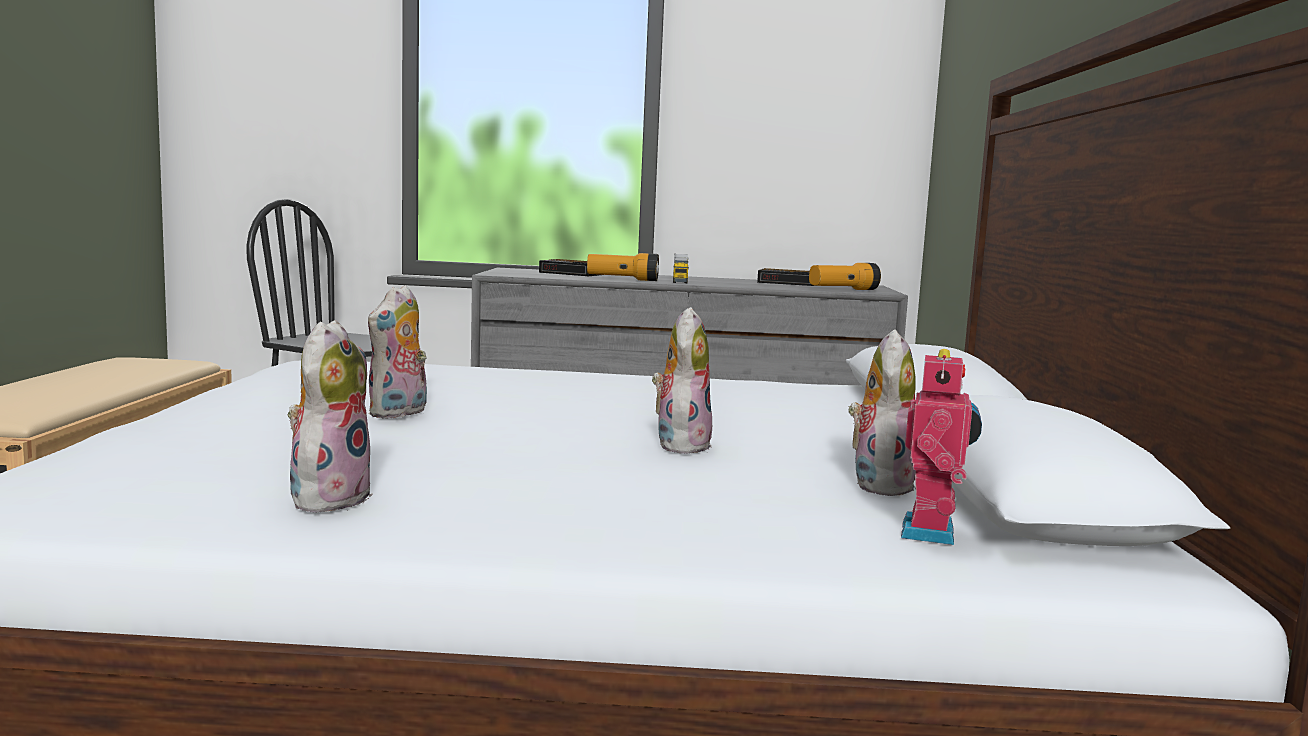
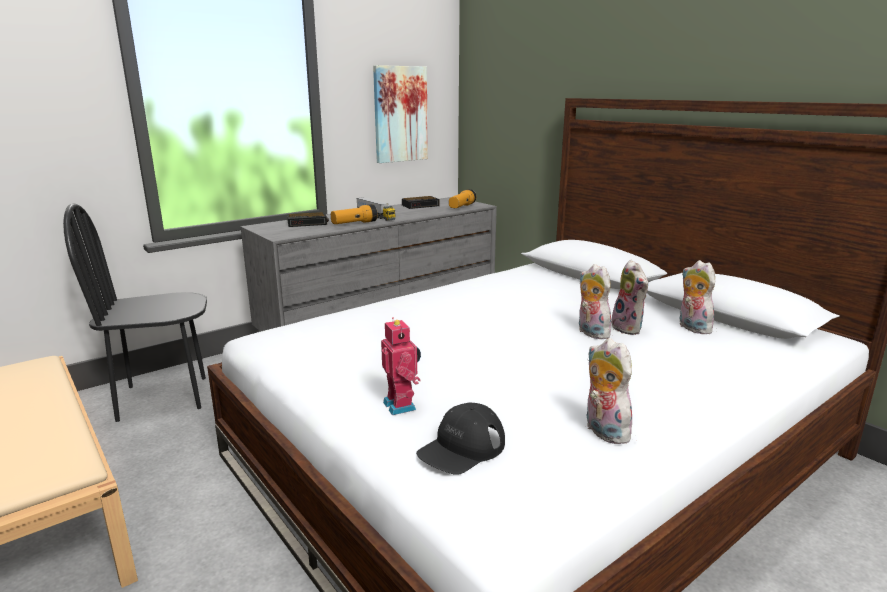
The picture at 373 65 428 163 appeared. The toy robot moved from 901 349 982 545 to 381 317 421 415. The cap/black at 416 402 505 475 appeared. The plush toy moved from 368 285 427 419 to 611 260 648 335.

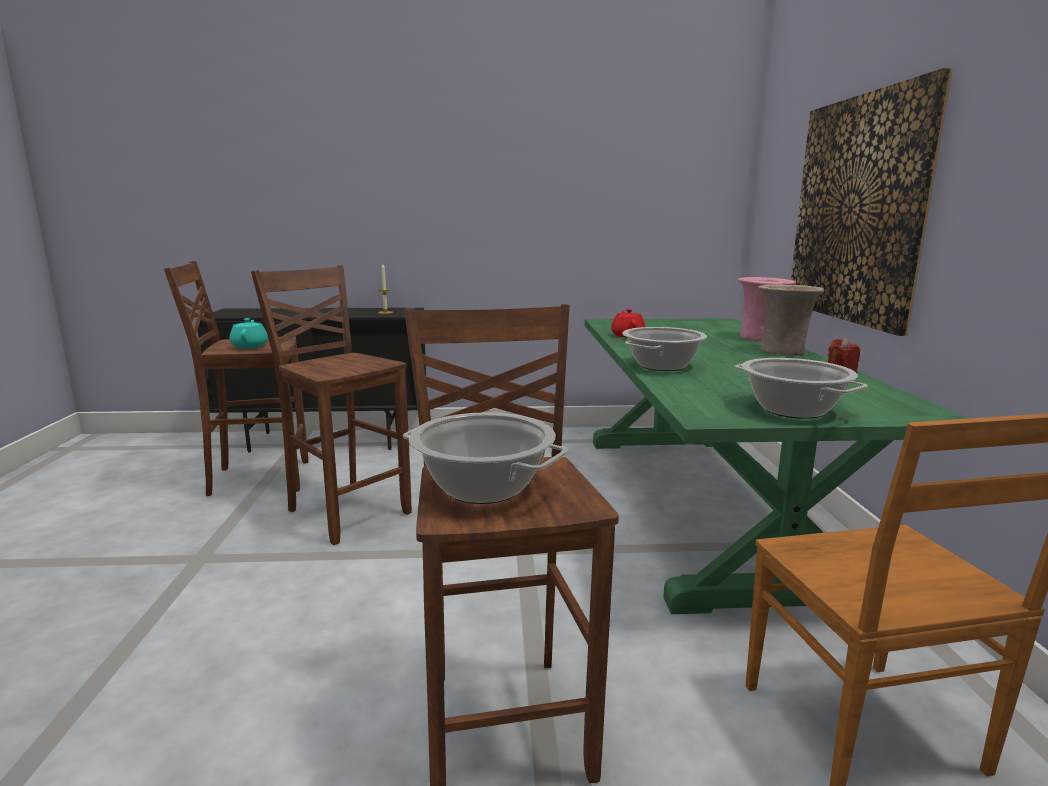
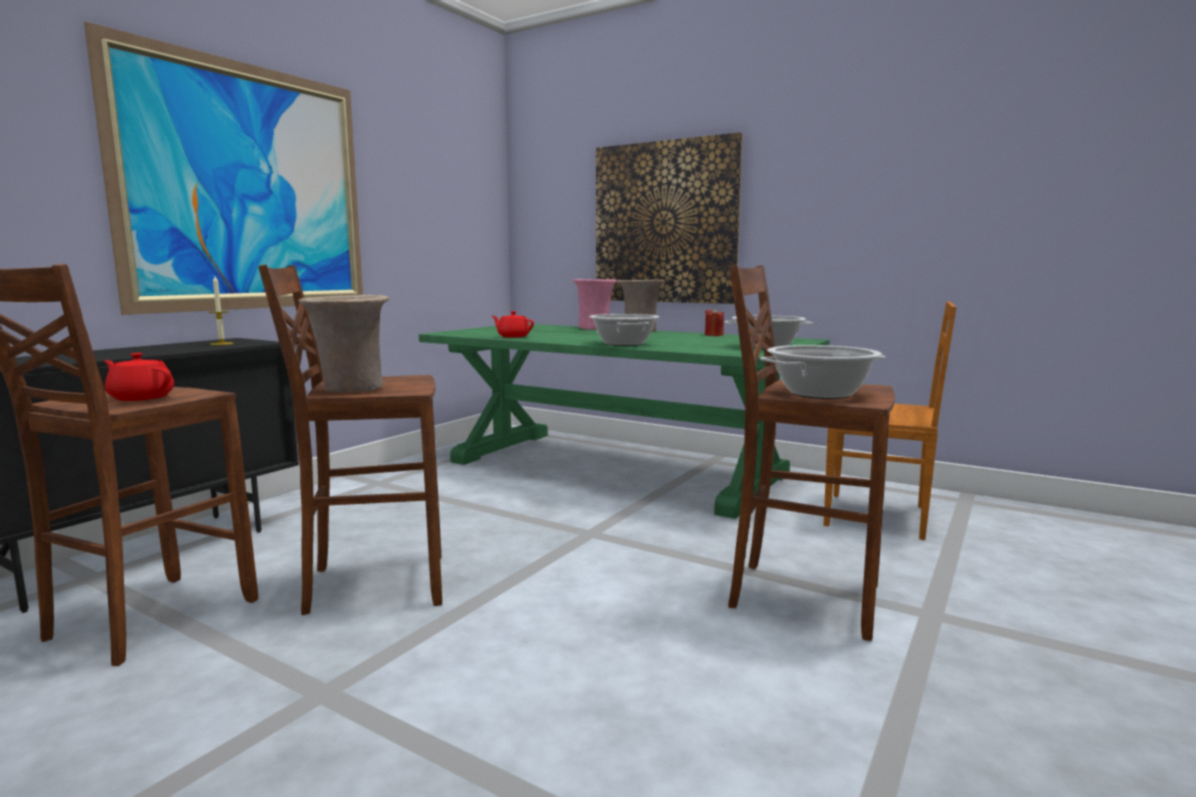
The picture at 84 21 363 315 appeared. The teapot/turquoise at 229 318 268 348 became the teapot/red at 103 353 174 401. The vase/beige at 298 294 390 393 appeared.

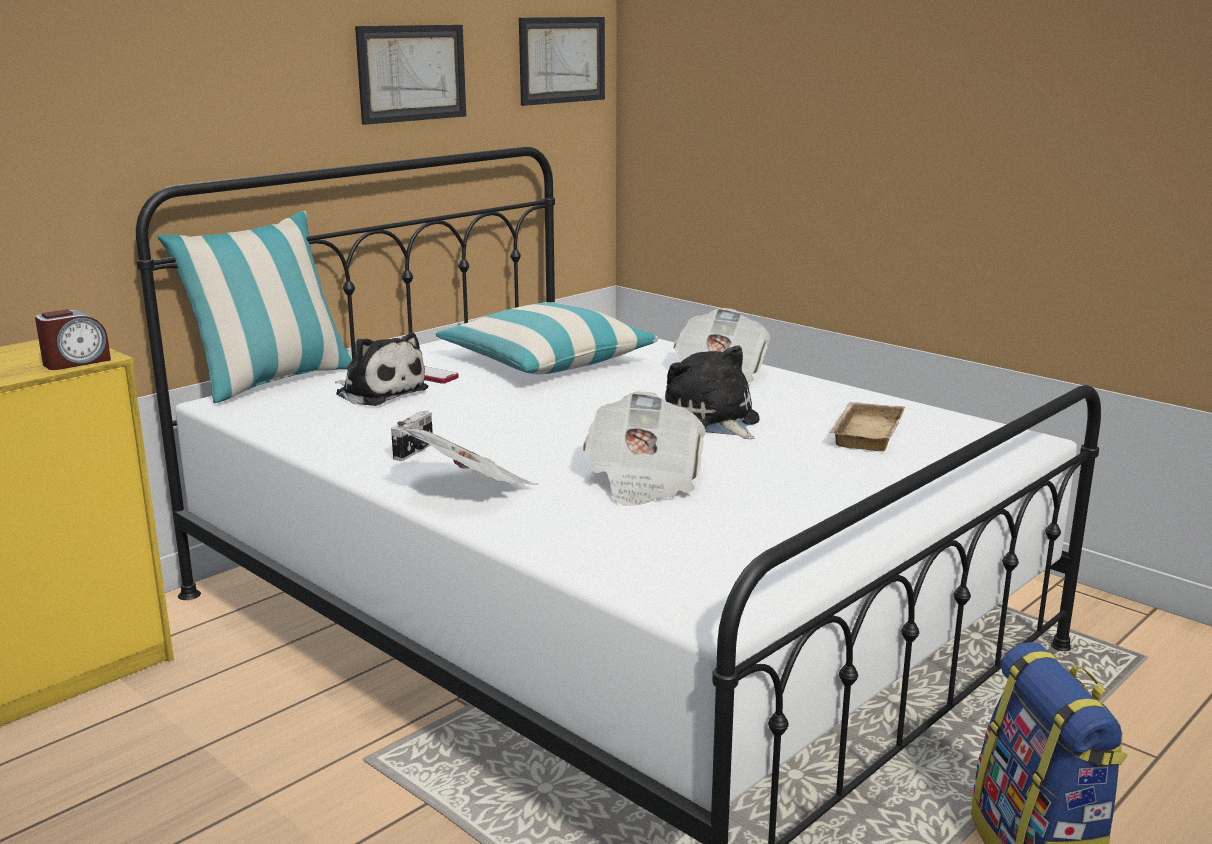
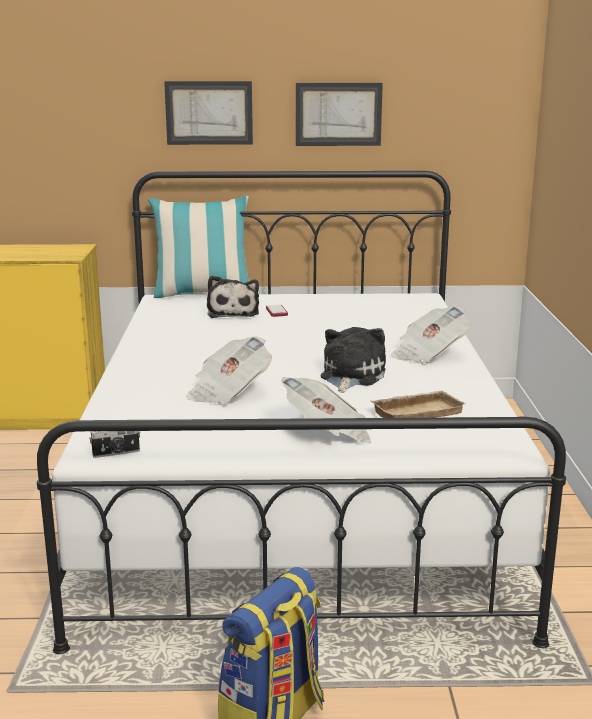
The photo camera moved from 391 411 433 461 to 89 431 141 458. The picture moved from 519 17 605 106 to 164 81 253 145. The newspaper moved from 399 429 538 485 to 281 377 371 443. The alarm clock at 35 309 111 370 disappeared. The pillow at 436 302 658 374 disappeared.

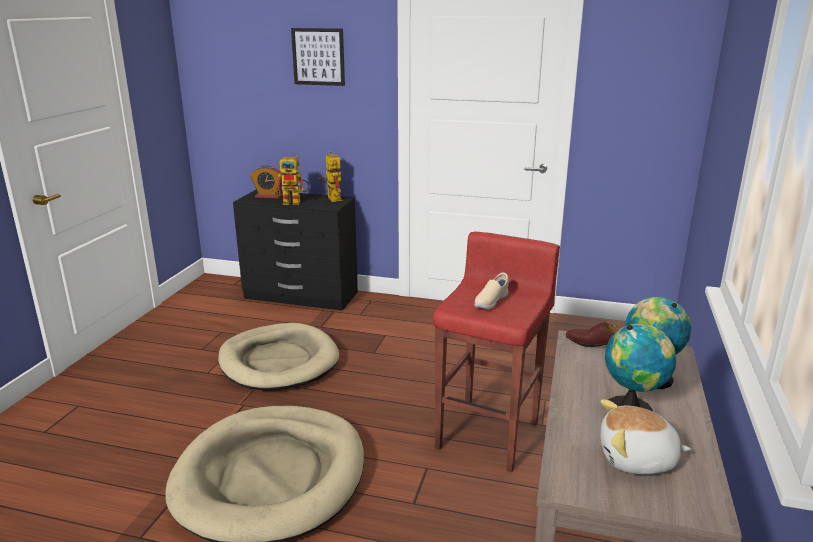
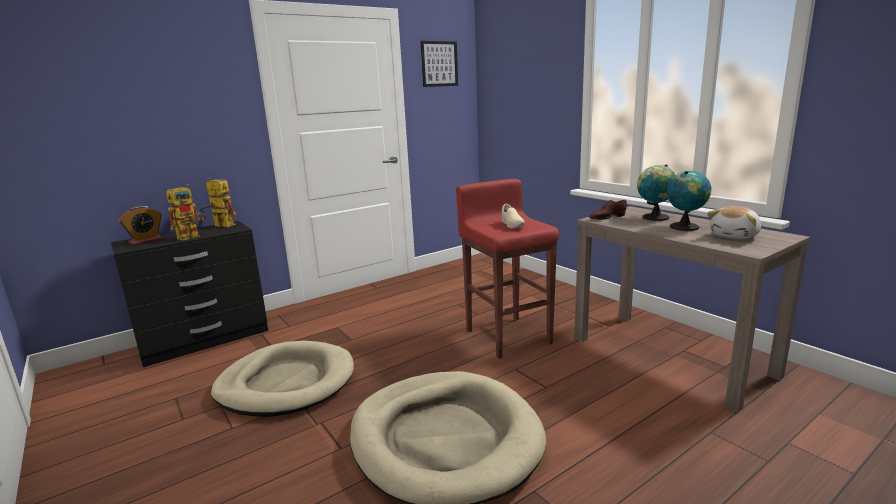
The picture moved from 291 28 345 86 to 421 41 458 87.

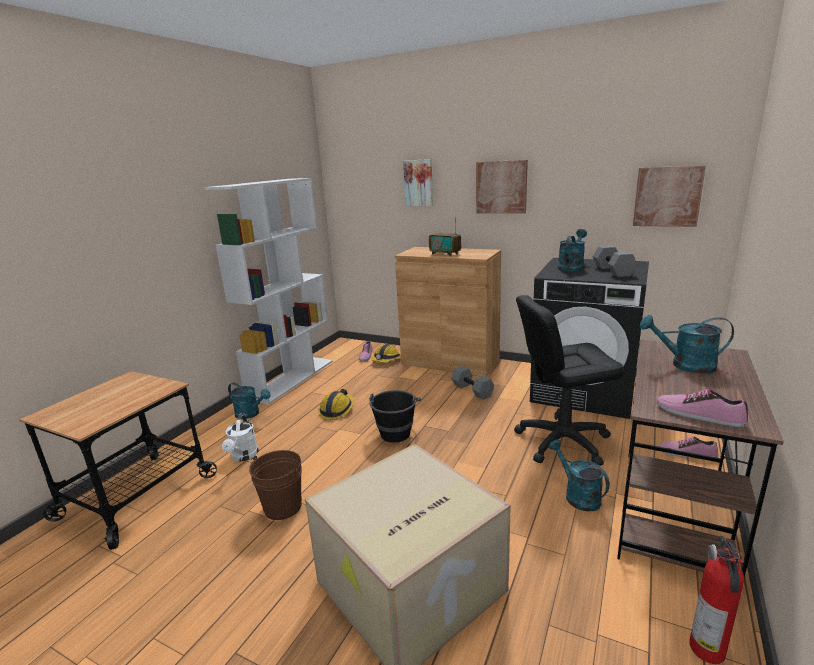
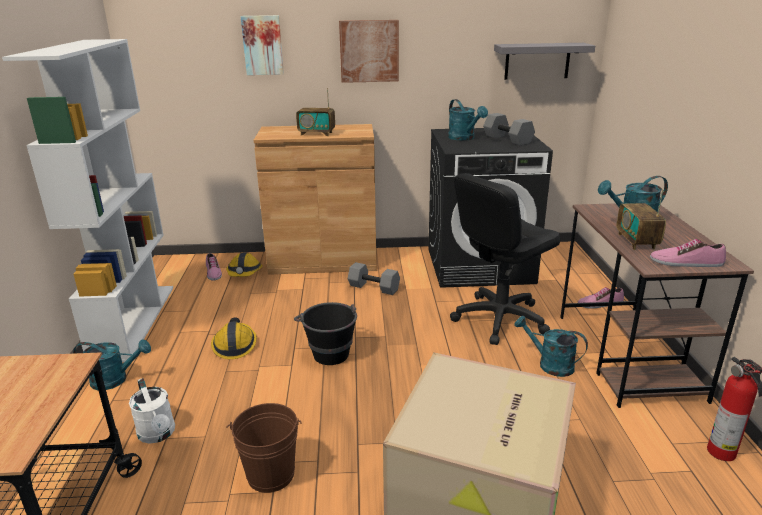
The watering can/turquoise at 558 229 587 271 turned 150 degrees clockwise. The picture at 633 165 706 227 was replaced by the shelf/grey at 494 43 595 80. The radio at 616 189 666 250 appeared.

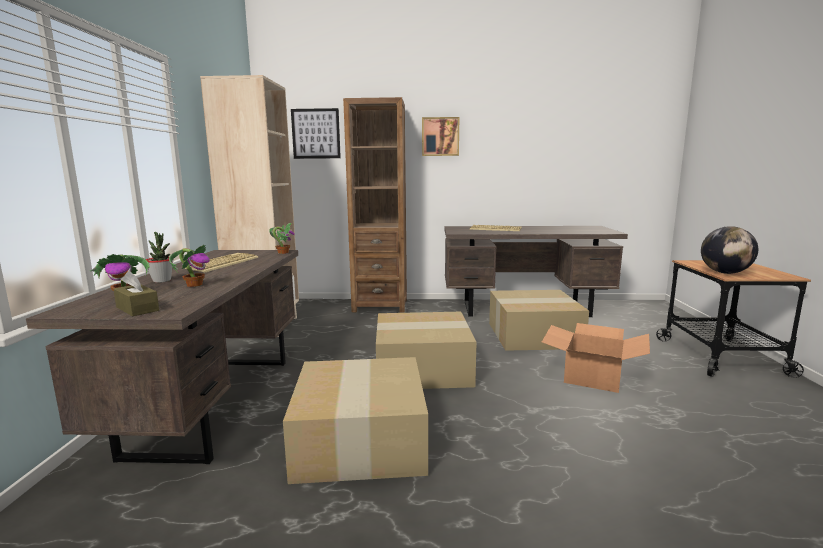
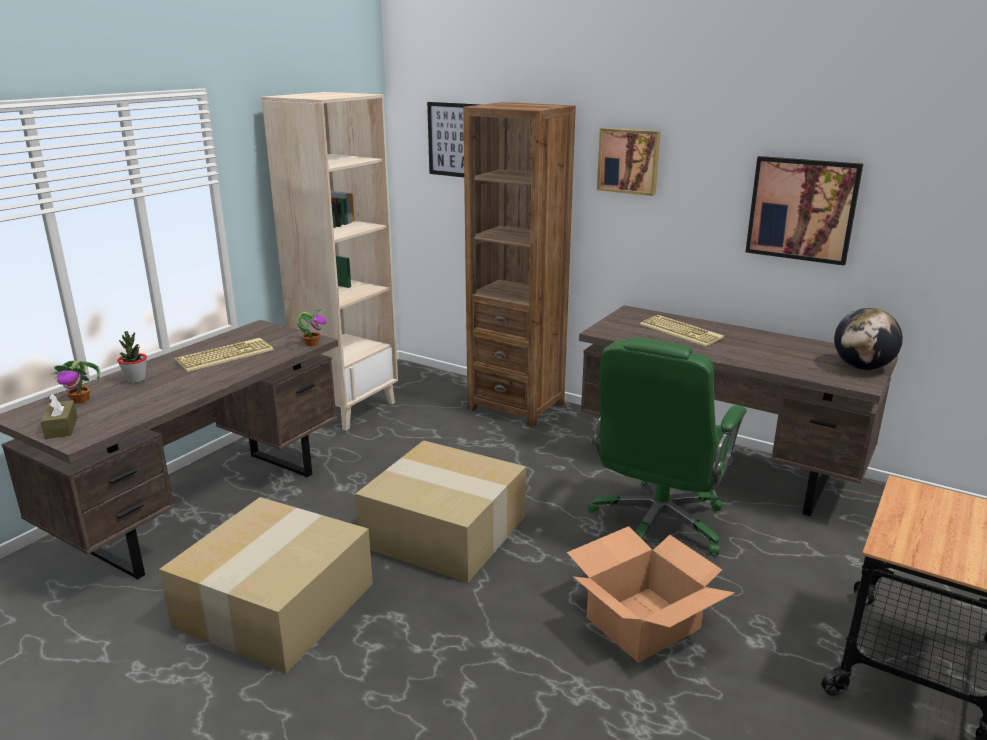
The cardboard box at 489 290 589 351 was replaced by the office chair/green at 588 337 747 555. The picture at 746 156 863 266 appeared. The globe moved from 701 226 758 274 to 834 308 903 370. The potted plant at 169 245 210 287 disappeared.

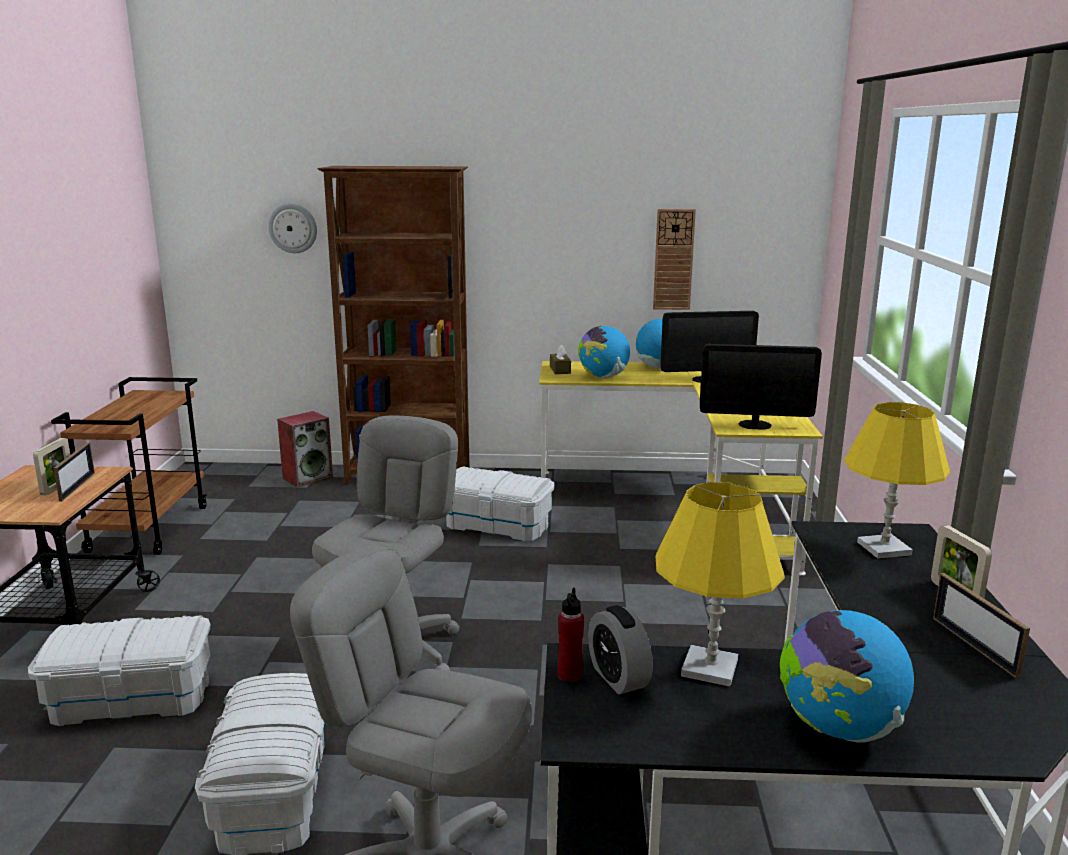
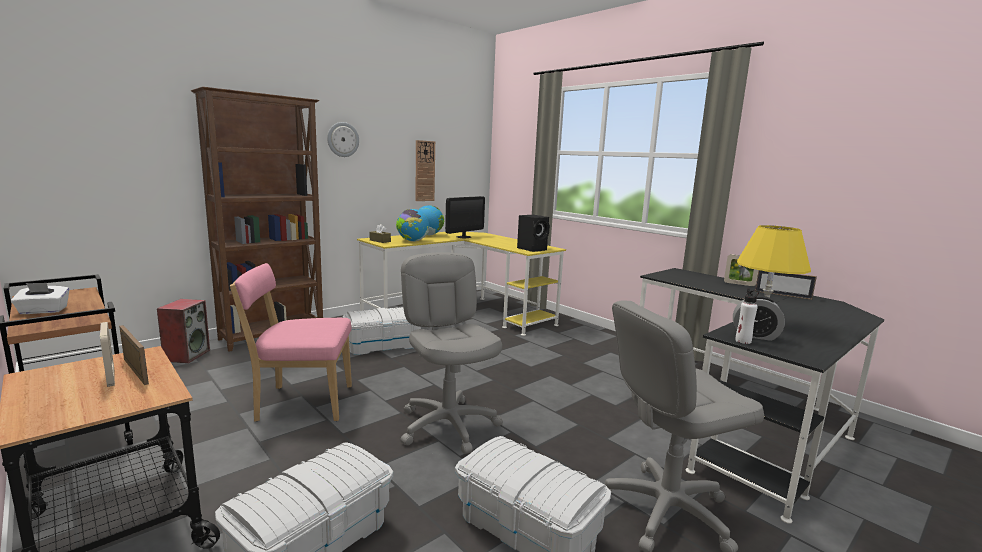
The tissue box/white at 11 283 69 314 appeared. The chair/pink at 230 263 352 421 appeared. The wall clock moved from 268 203 317 253 to 327 122 359 157. The monitor at 700 344 822 430 was replaced by the speaker/black at 517 215 550 252. The bottle/red at 558 588 584 682 became the bottle/white at 735 288 759 344. The globe at 780 610 914 743 disappeared. The table lamp/yellow at 844 402 950 559 disappeared.

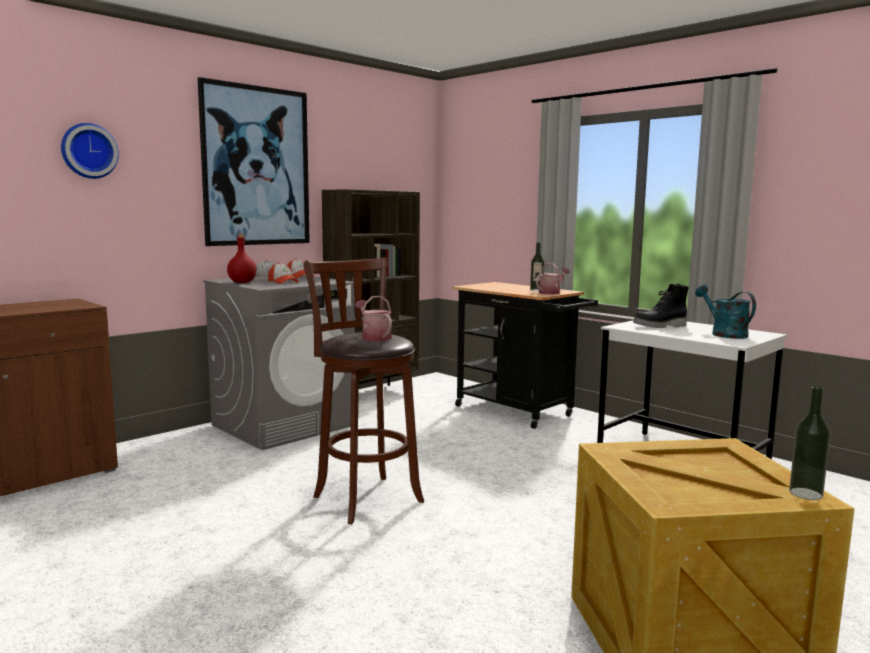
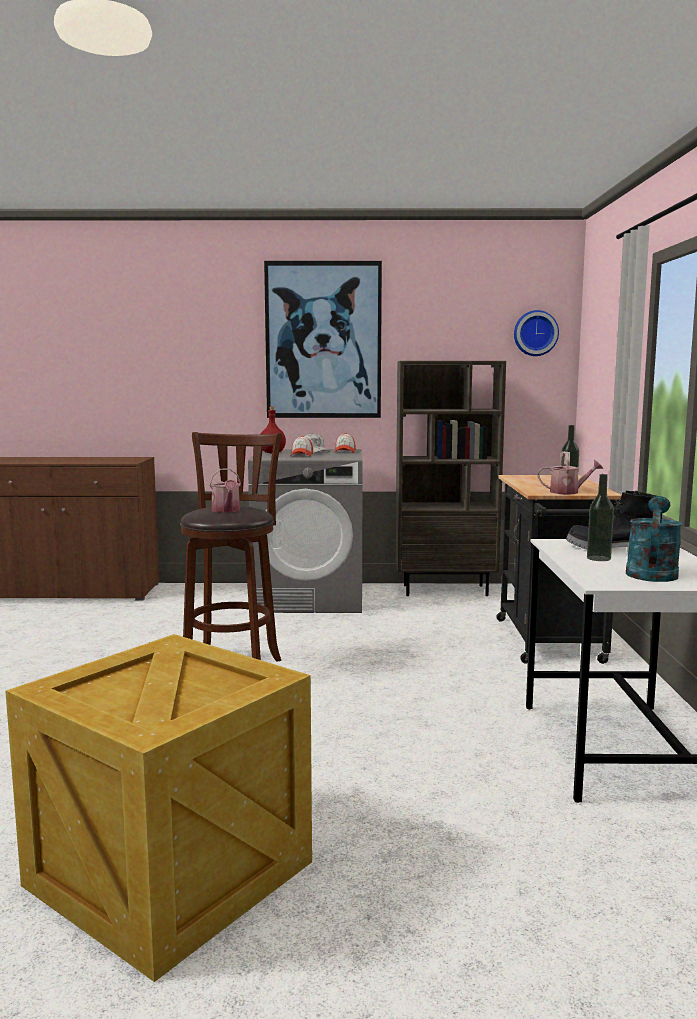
The watering can at 355 296 392 341 turned 150 degrees clockwise. The wall clock moved from 61 123 119 179 to 514 310 559 356. The bottle moved from 789 386 830 500 to 587 474 614 561.

